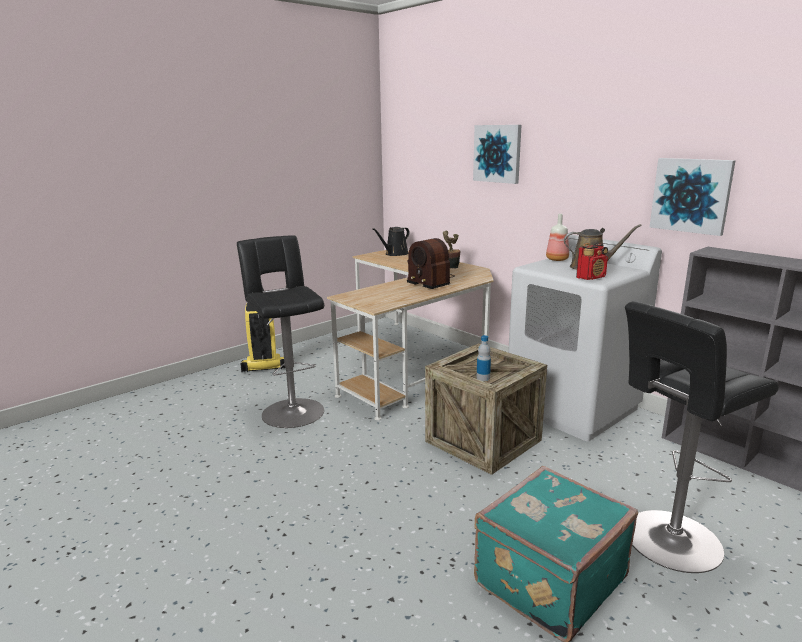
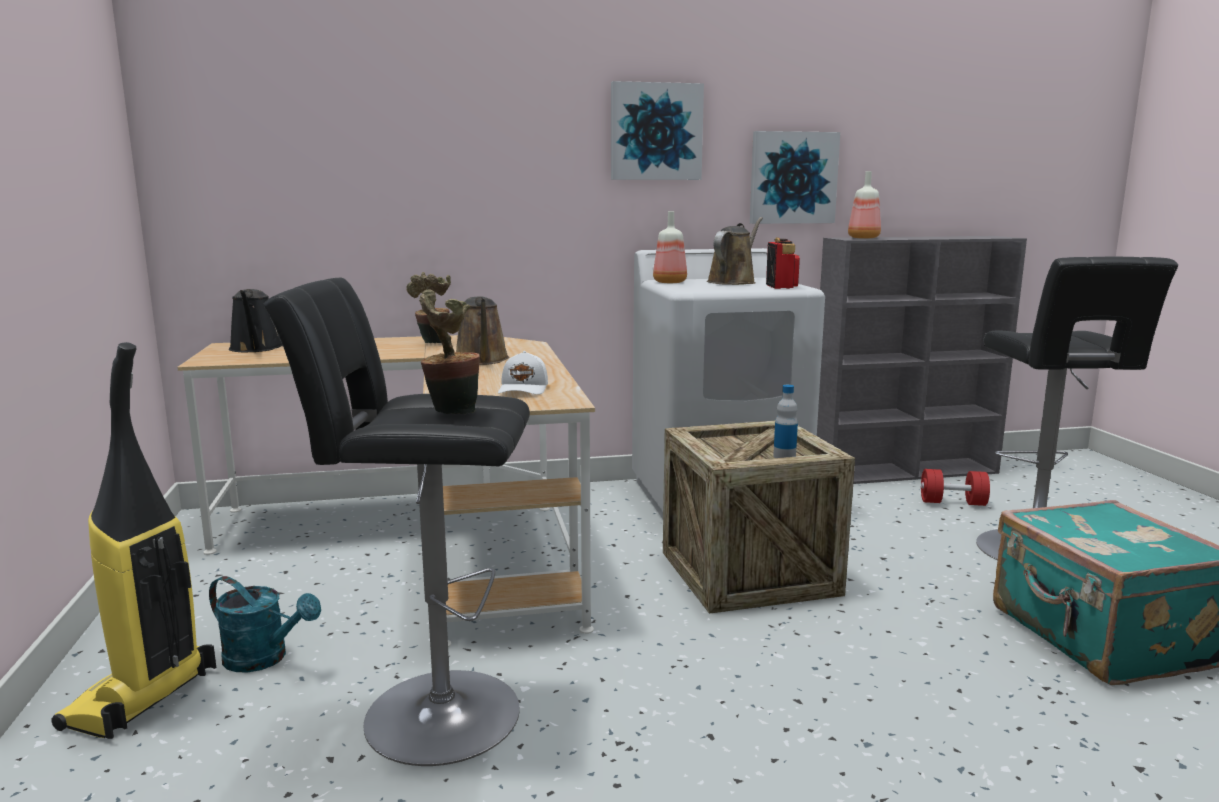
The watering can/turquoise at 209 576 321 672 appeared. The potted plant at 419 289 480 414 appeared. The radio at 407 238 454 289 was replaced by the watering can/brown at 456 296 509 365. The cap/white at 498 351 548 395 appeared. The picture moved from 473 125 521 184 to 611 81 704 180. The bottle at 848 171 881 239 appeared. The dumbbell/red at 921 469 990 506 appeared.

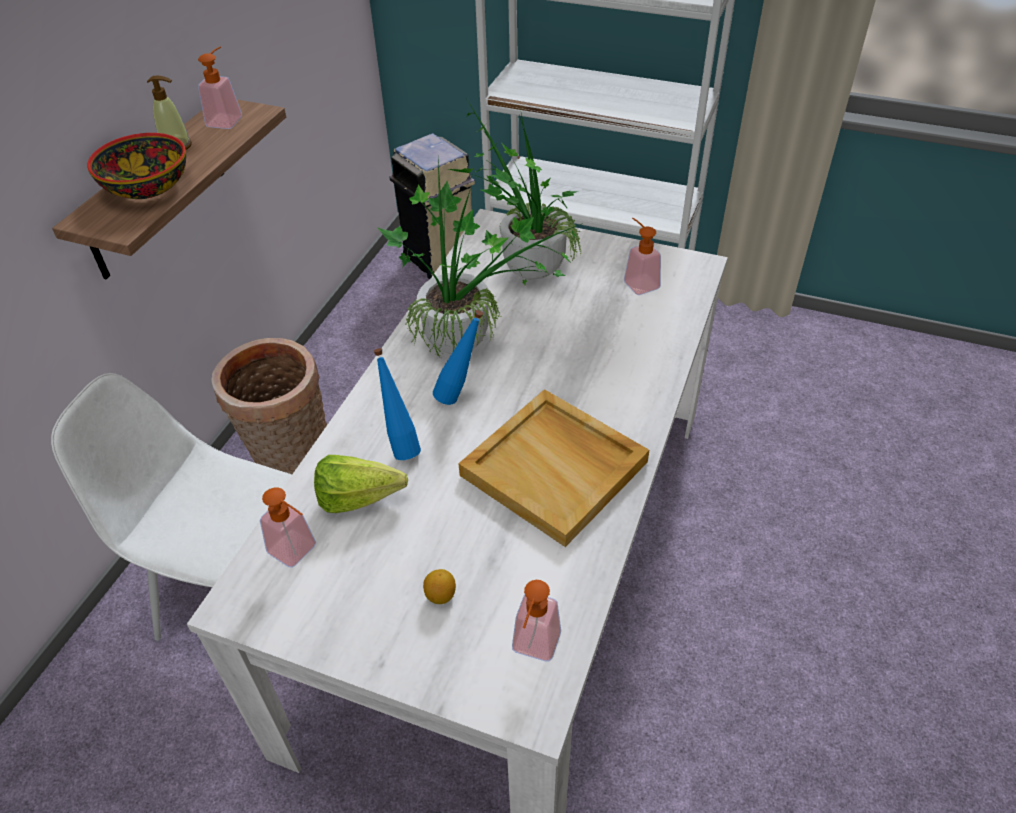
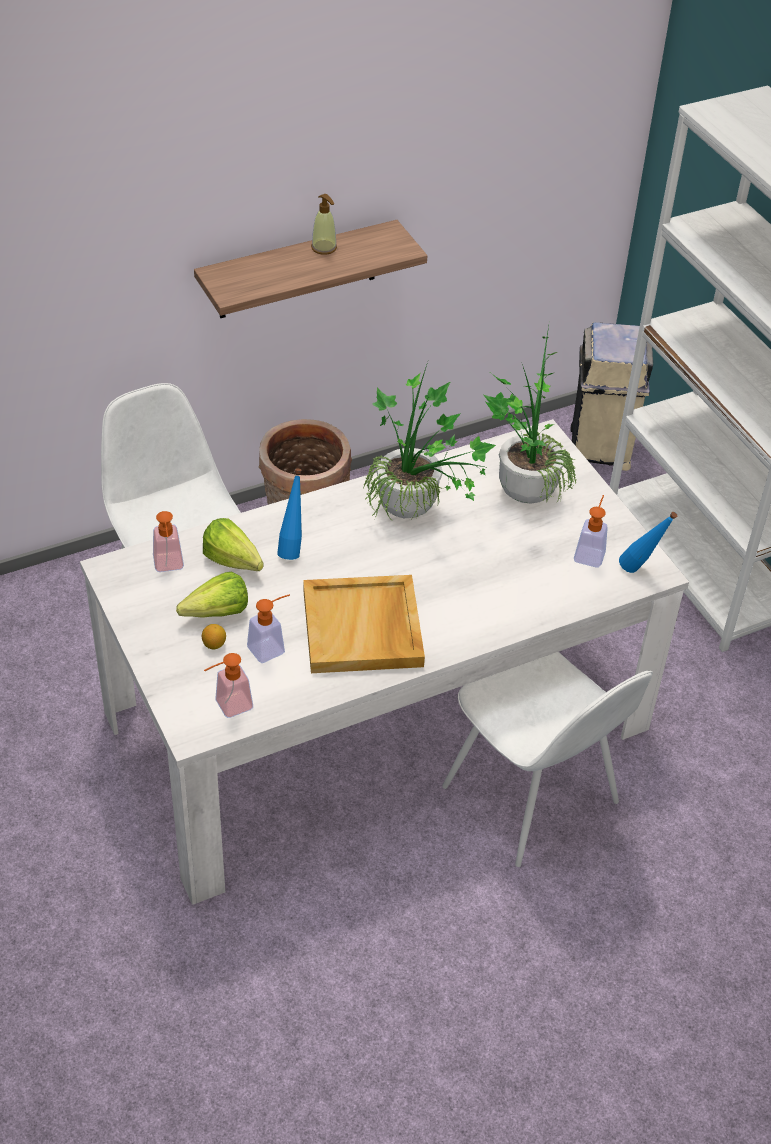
The lettuce at 176 572 248 618 appeared. The soap dispenser moved from 198 46 242 129 to 247 594 290 663. The chair/white at 442 652 653 867 appeared. The bottle/blue moved from 433 310 483 405 to 619 512 677 573. The bowl at 87 133 186 199 disappeared.

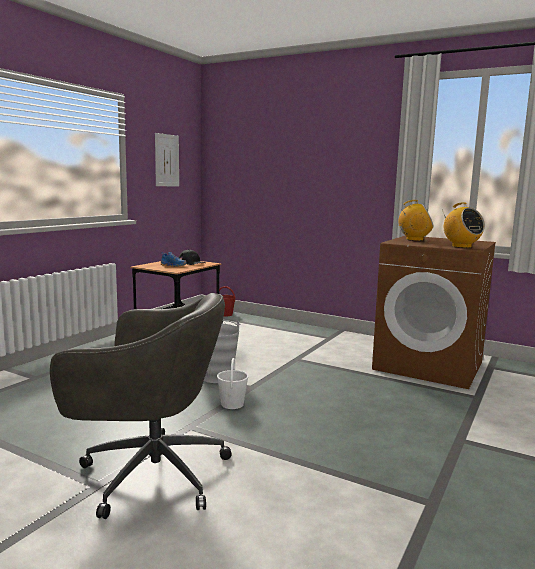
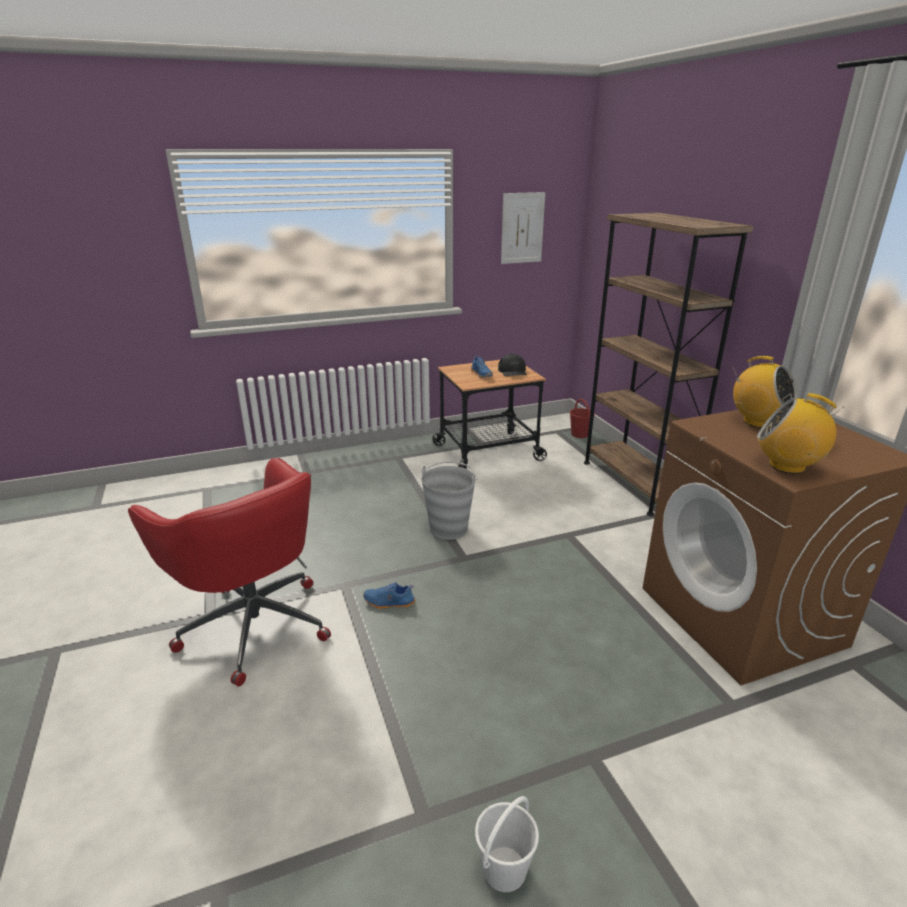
The office chair/grey at 50 293 232 519 became the office chair/red at 128 458 331 686. The shoe/blue at 363 582 415 609 appeared. The bucket/white moved from 217 358 249 409 to 475 796 539 892. The bookcase/brown at 584 213 753 516 appeared. The radio at 442 203 485 248 turned 105 degrees clockwise.

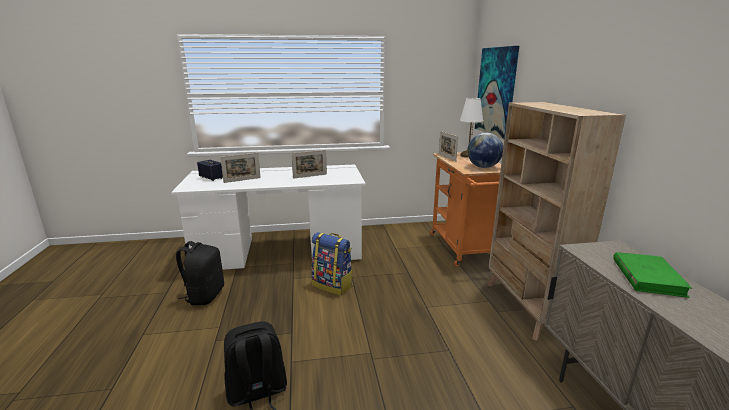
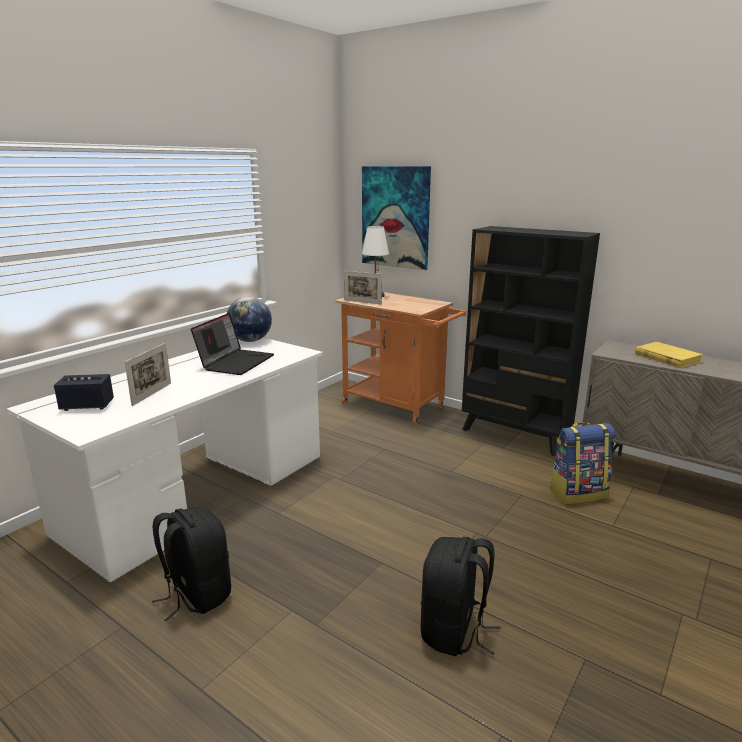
The picture frame at 291 150 327 179 was replaced by the laptop at 191 313 274 375. The globe moved from 467 133 503 168 to 227 297 272 342. The bookcase/beige at 487 102 626 341 became the bookcase/black at 462 226 600 456. The backpack moved from 311 232 353 296 to 550 422 615 504. The book/green at 613 252 692 298 became the book/yellow at 635 342 704 368.

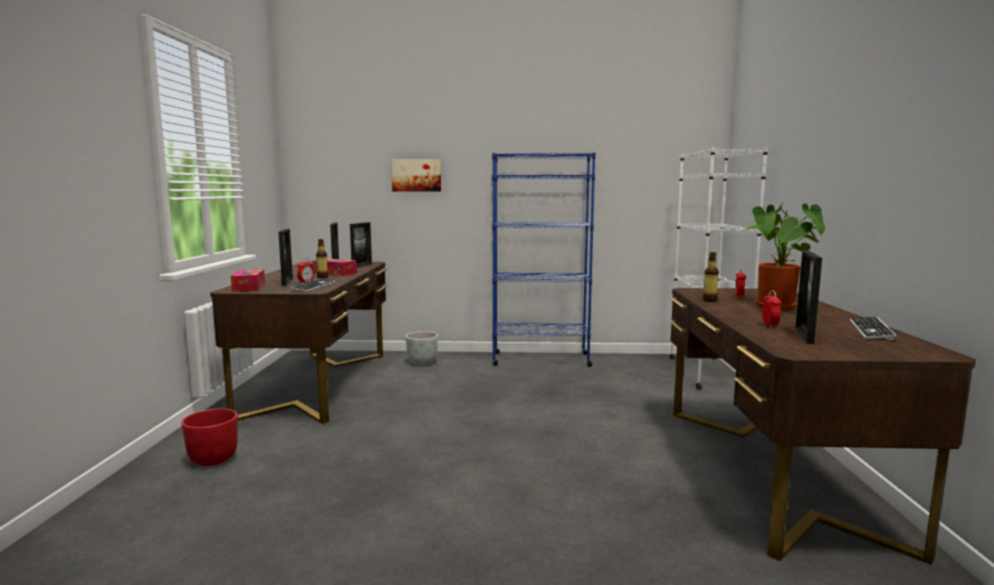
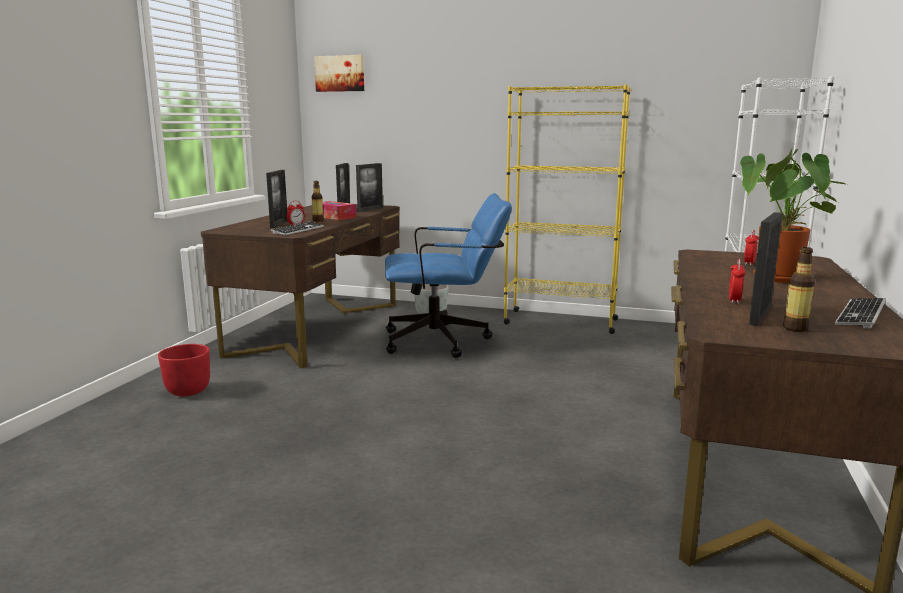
The picture moved from 391 159 441 192 to 314 55 364 92. The office chair/blue at 385 193 512 358 appeared. The bookcase/blue at 492 152 596 367 became the bookcase/yellow at 503 84 631 334. The bottle moved from 703 252 719 302 to 783 247 815 332. The tissue box at 231 269 265 292 disappeared.

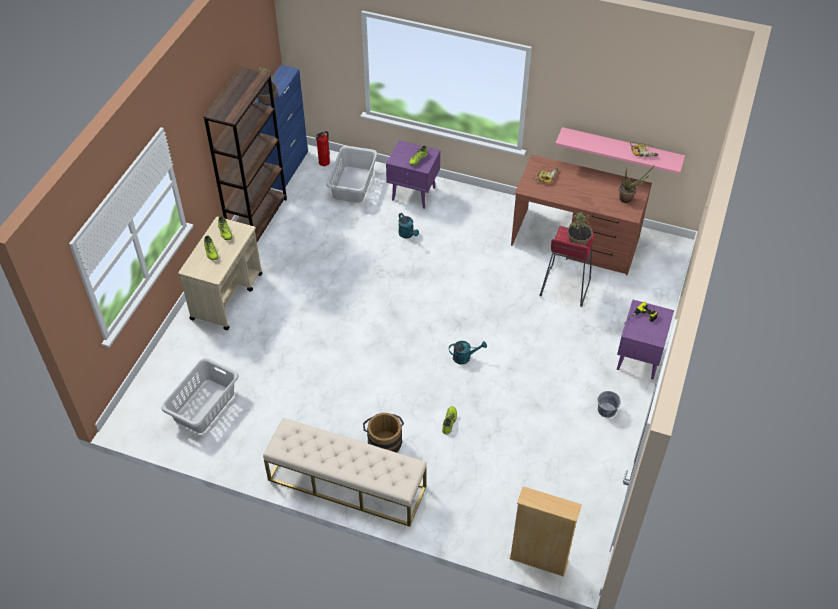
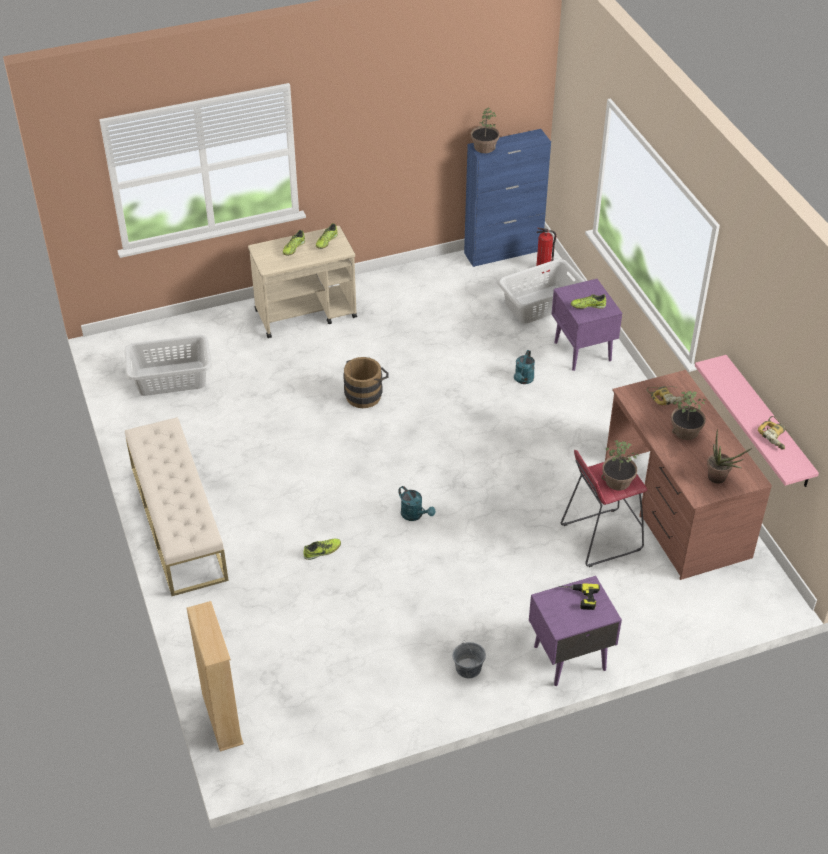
The bucket/brown moved from 363 413 404 453 to 343 357 389 408. The potted plant at 671 391 706 440 appeared. The bookcase/brown at 203 67 287 242 disappeared.

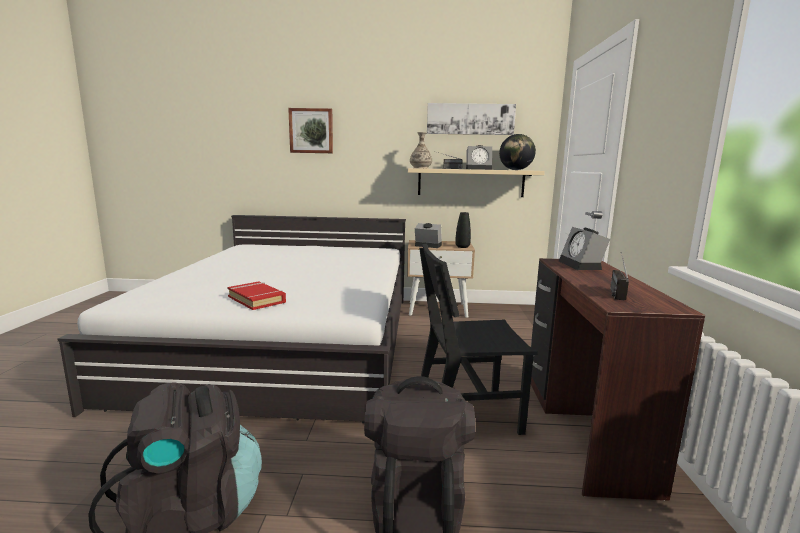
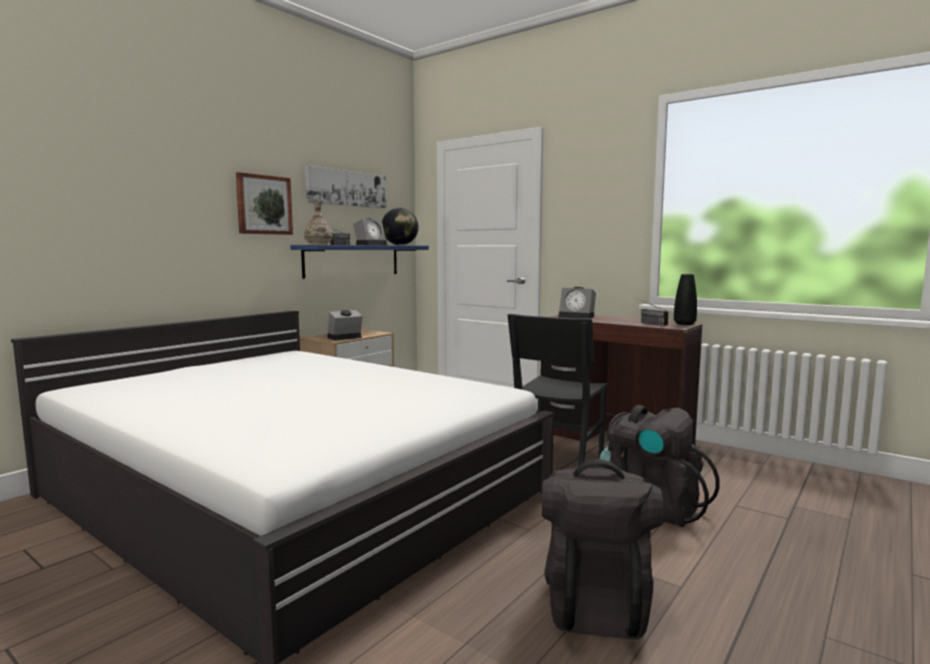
The picture moved from 288 108 333 153 to 236 172 293 235. The shelf/beige at 408 168 545 197 became the shelf/blue at 291 245 429 279. The vase/black moved from 455 212 471 248 to 674 274 697 325. The book/red at 227 281 286 310 disappeared.

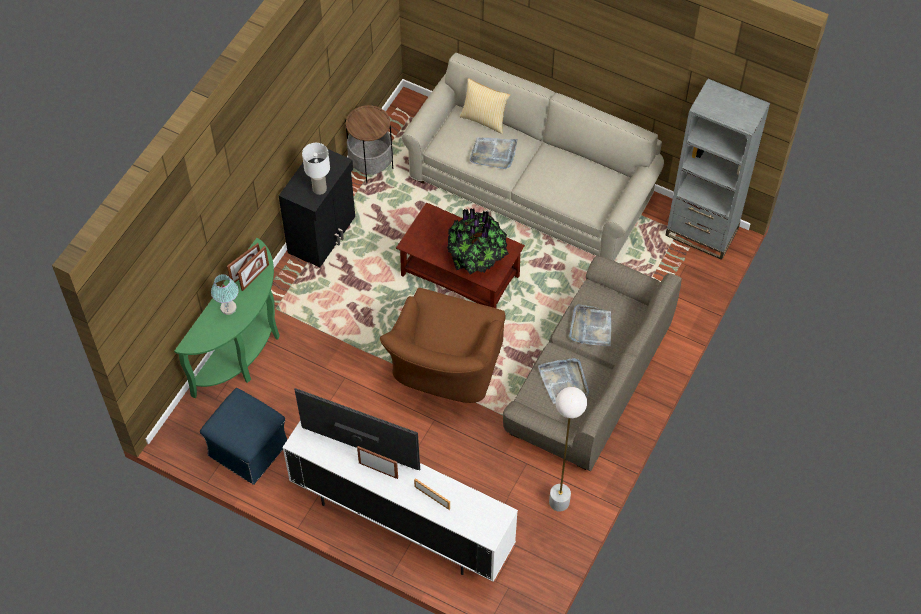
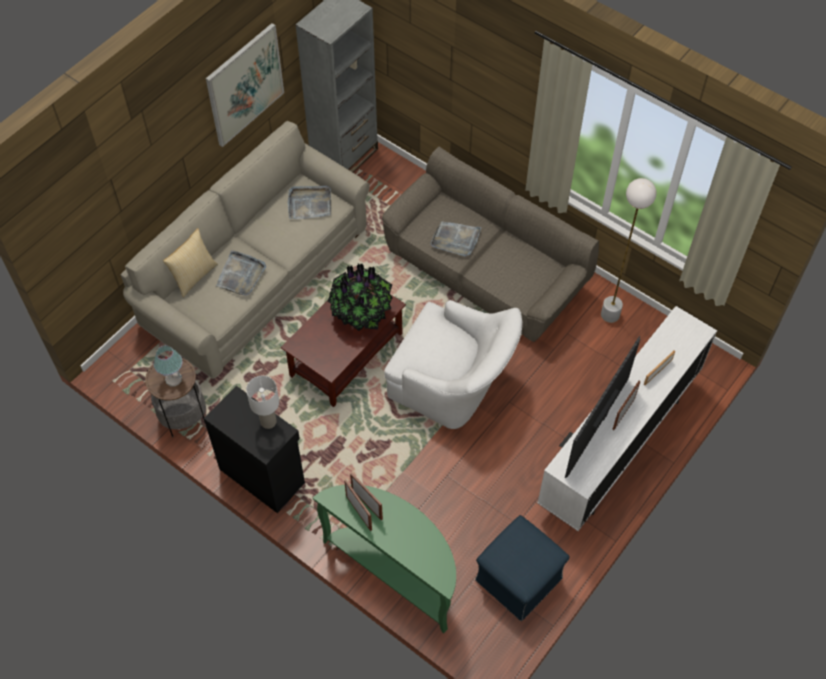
The table lamp moved from 211 274 239 315 to 154 345 183 386. The picture at 206 23 284 147 appeared. The tray/grey moved from 538 358 589 404 to 288 186 331 219. The armchair/brown at 380 288 506 403 became the armchair/white at 384 300 522 429.

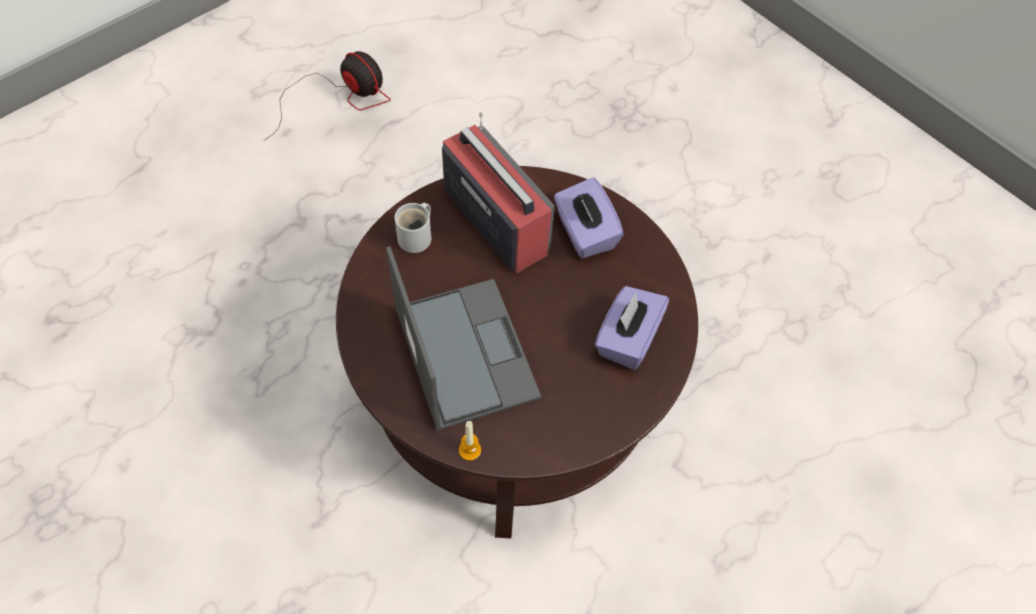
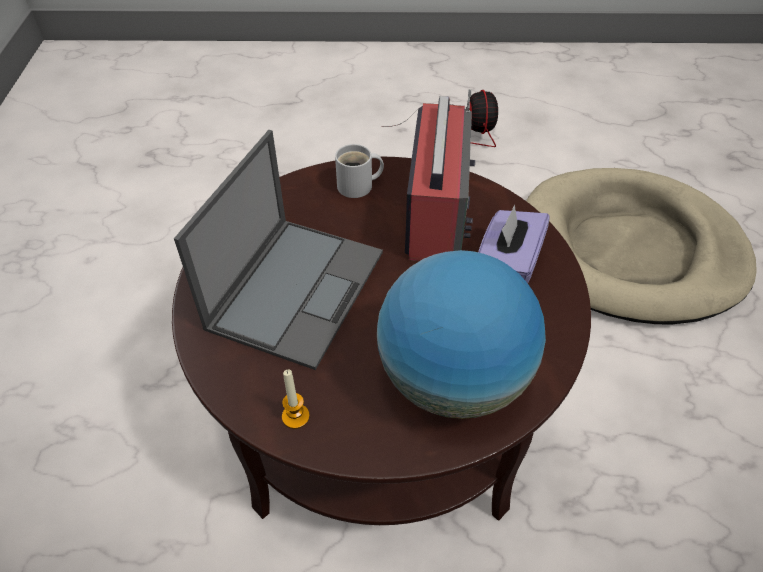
The candle moved from 459 421 481 461 to 282 370 310 429. The tissue box/purple at 595 286 669 370 was replaced by the globe at 377 250 546 419. The dog bed/beige at 526 168 757 325 appeared.

